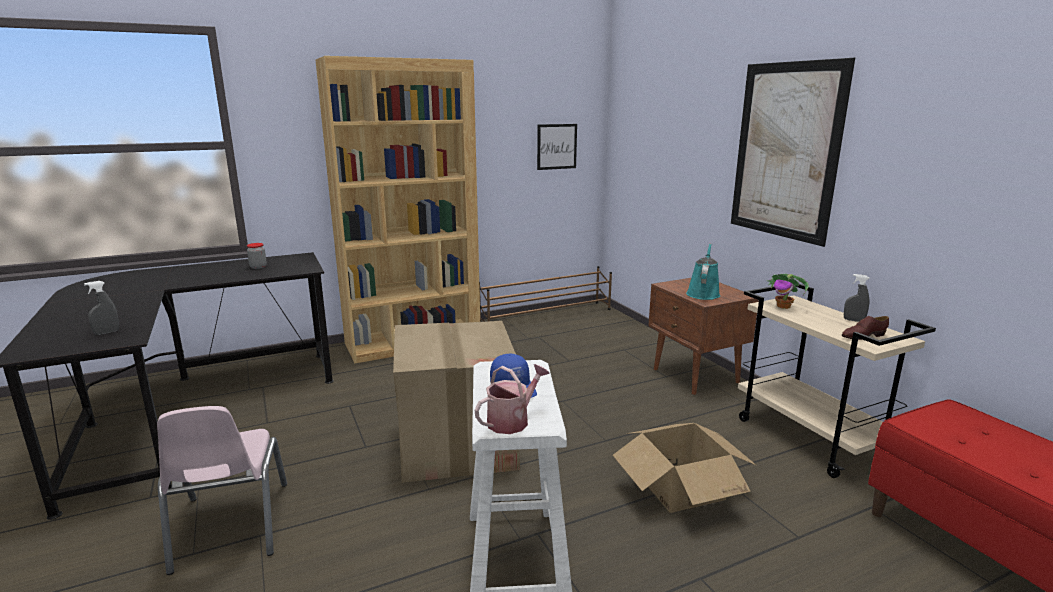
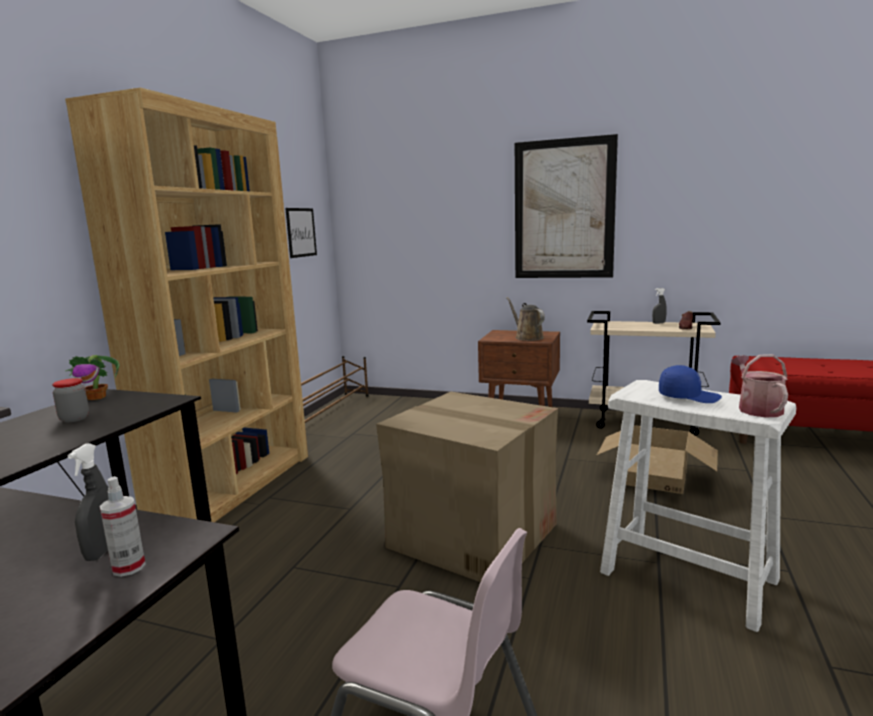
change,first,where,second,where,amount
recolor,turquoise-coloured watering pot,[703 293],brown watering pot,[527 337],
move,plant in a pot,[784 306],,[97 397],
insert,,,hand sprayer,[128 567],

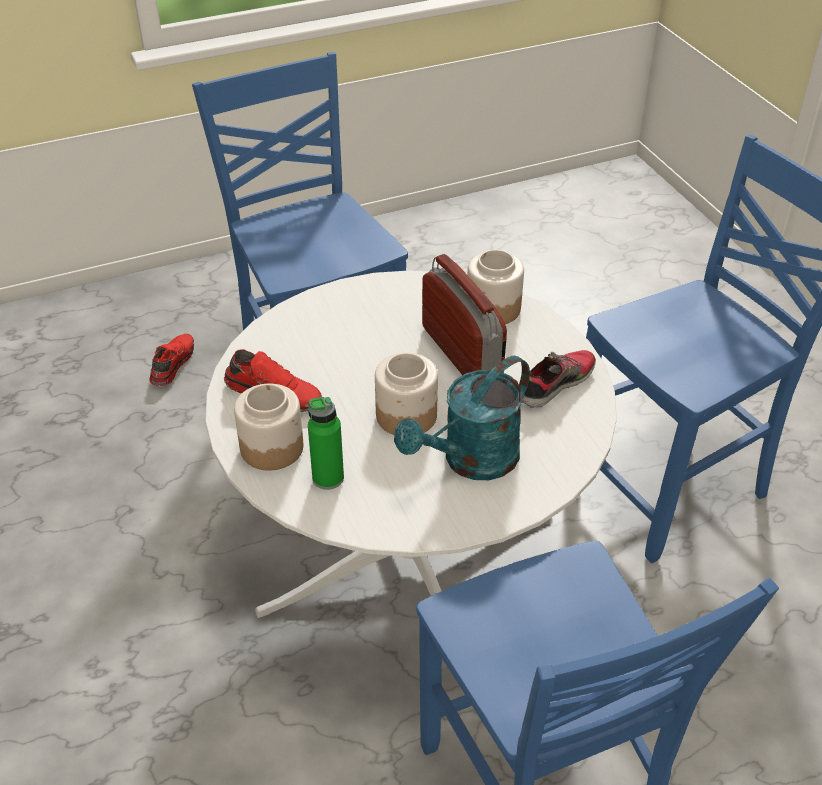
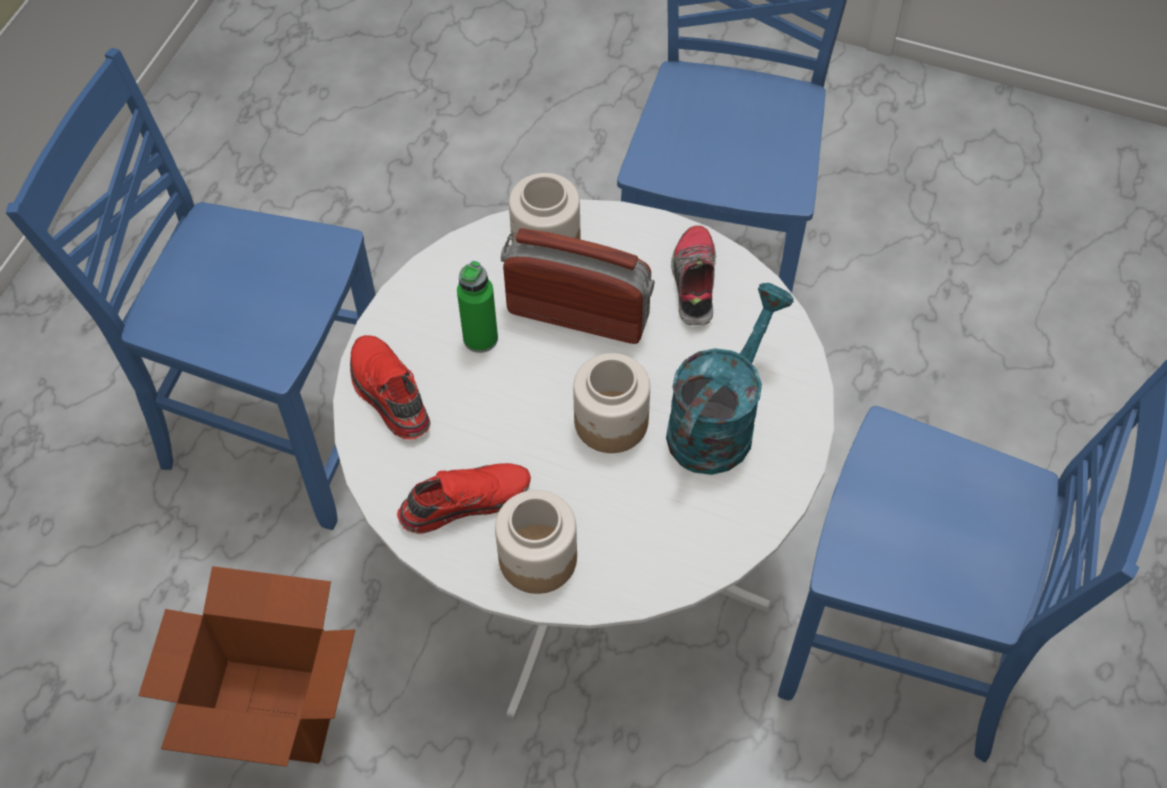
change,first,where,second,where,amount
move,reddish item of footwear,[171 364],,[388 394],
move,green drink bottle,[328 478],,[480 338],
rotate,turquoise-coloured watering pot,[471 461],,[718 421],150 degrees counterclockwise
insert,,,carton,[272 711],

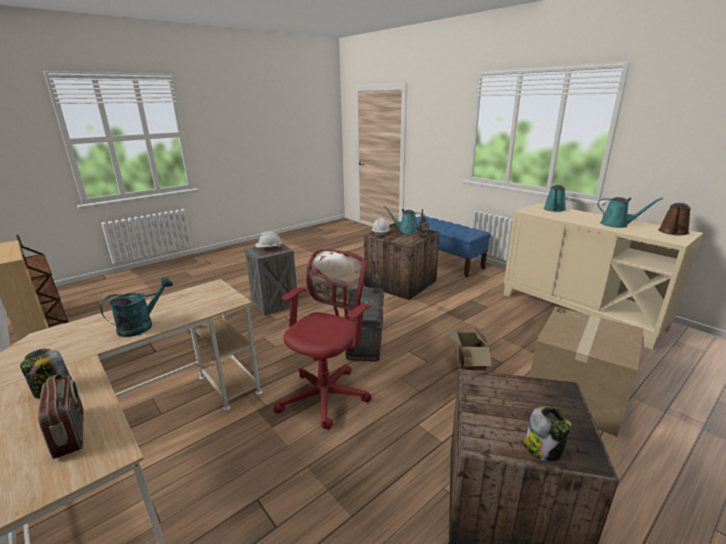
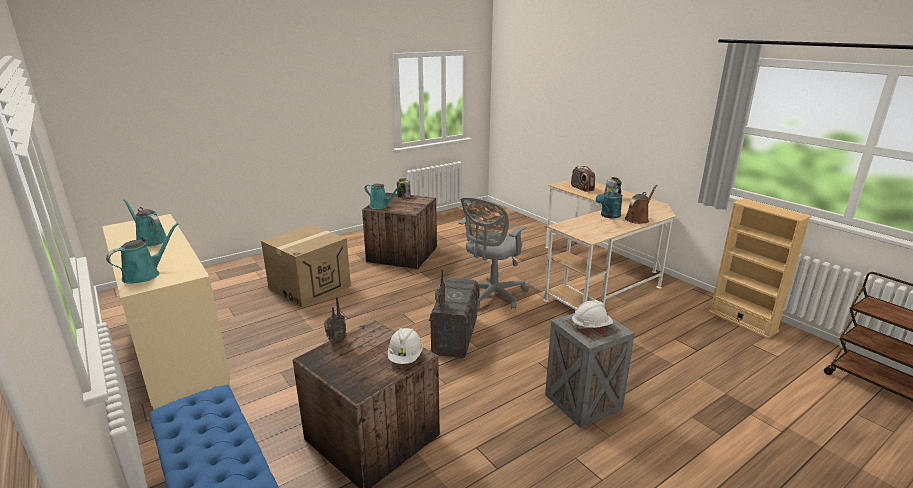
change,first,where,second,where,amount
recolor,reddish office chair,[327 394],greyish office chair,[492 296],
move,turquoise-coloured watering pot,[406 231],,[380 206],
delete,carton,[467 363],,,
move,brown watering pot,[673 232],,[638 219],

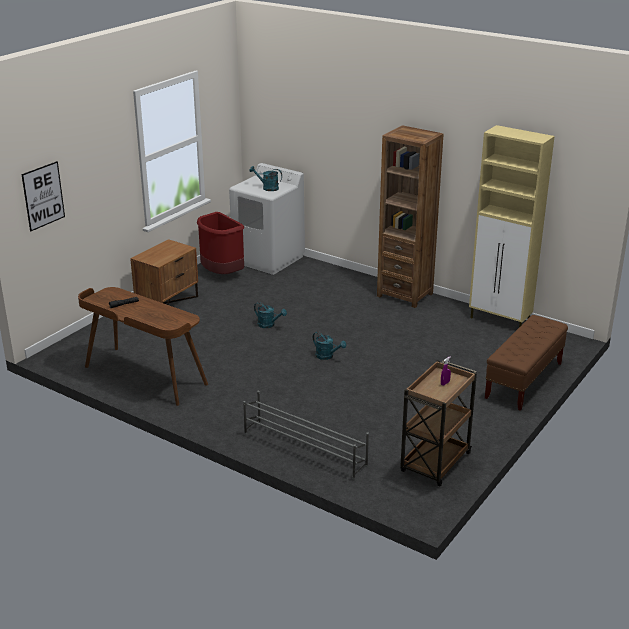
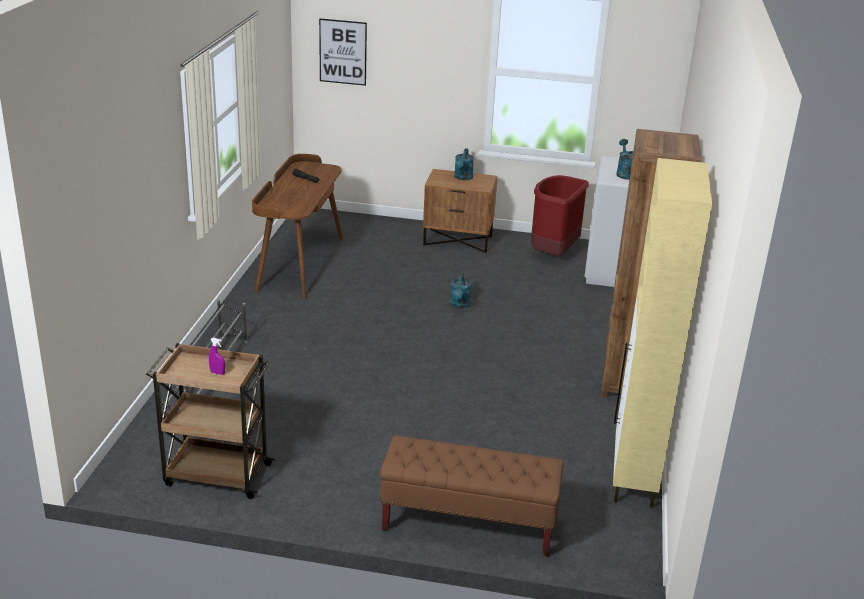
change,first,where,second,where,amount
move,turquoise-coloured watering pot,[327 356],,[462 178],

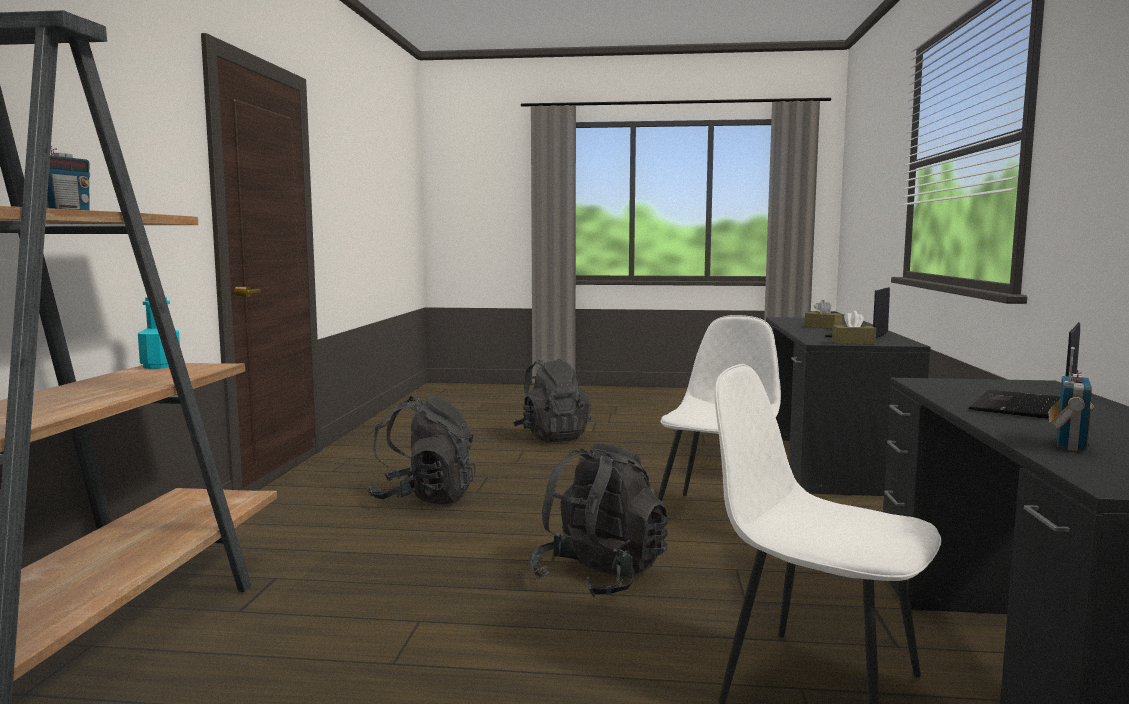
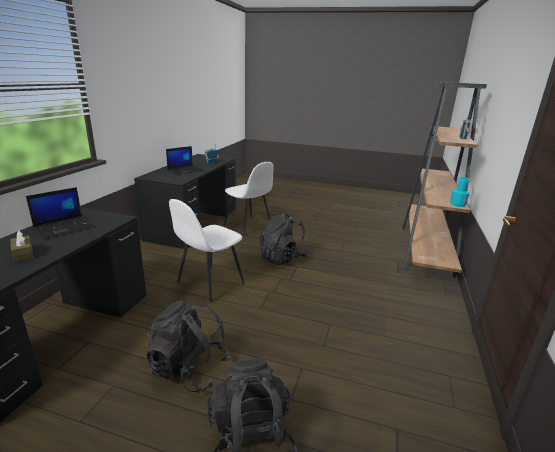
change,first,where,second,where,amount
move,blackish knapsack,[424 498],,[189 369],
delete,brown tissue holder,[853 343],,,

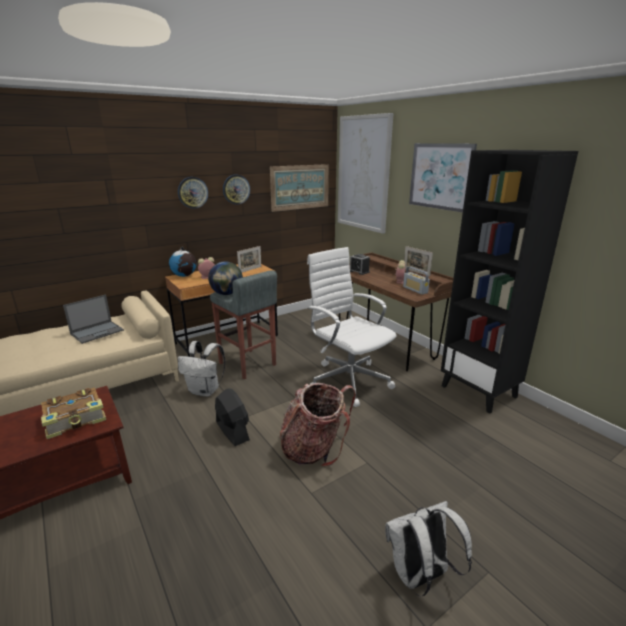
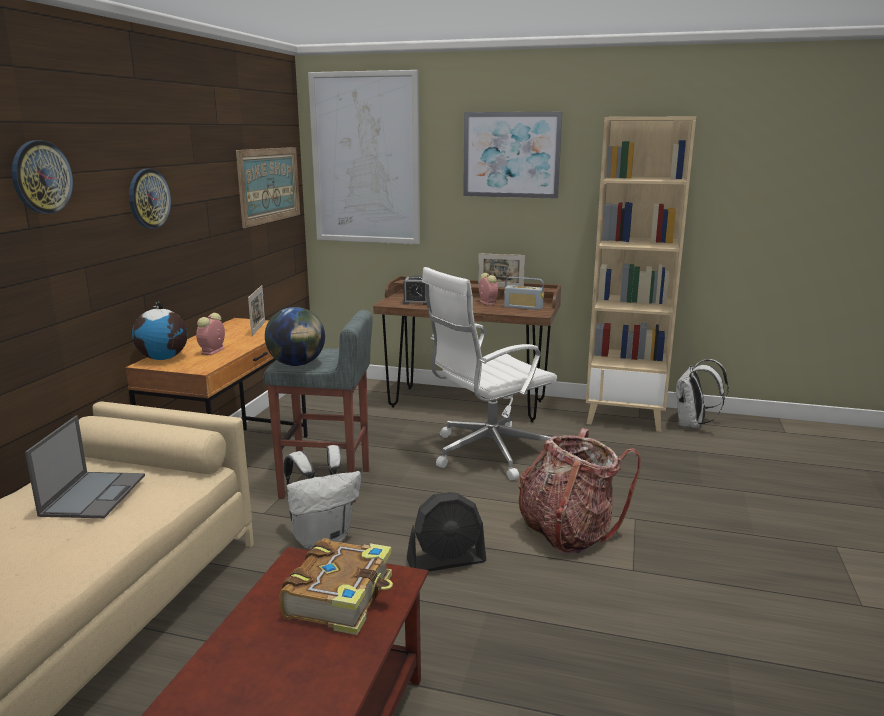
change,first,where,second,where,amount
rotate,blackish cooling fan,[232 431],,[446 561],150 degrees clockwise
move,hanging clock,[236 189],,[41 177],
rotate,whitish office chair,[348 380],,[487 453],45 degrees counterclockwise
move,whitish knapsack,[420 576],,[693 424],
recolor,blackish bookcase,[479 391],beige-coloured bookcase,[625 416],

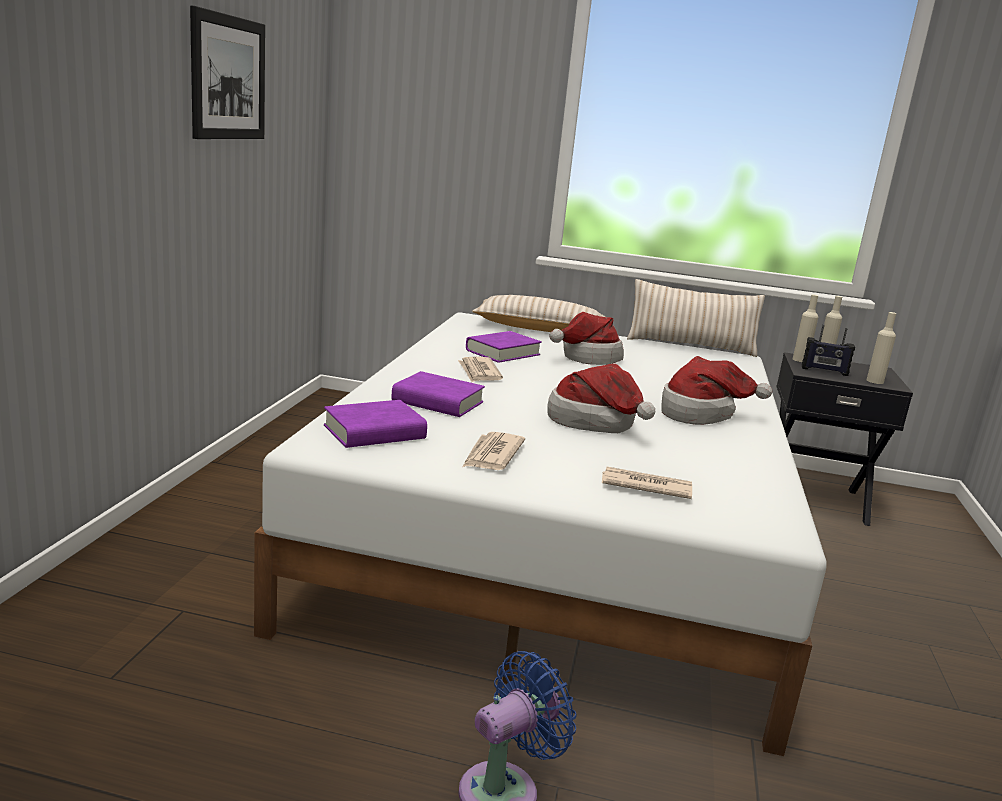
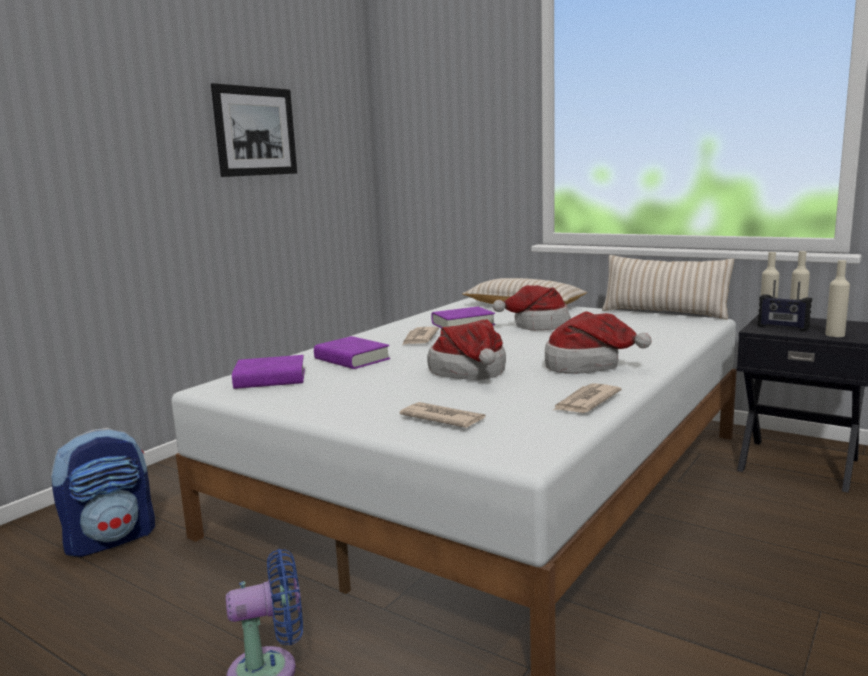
change,first,where,second,where,amount
move,printed paper,[492 455],,[585 402],
insert,,,knapsack,[111 539],

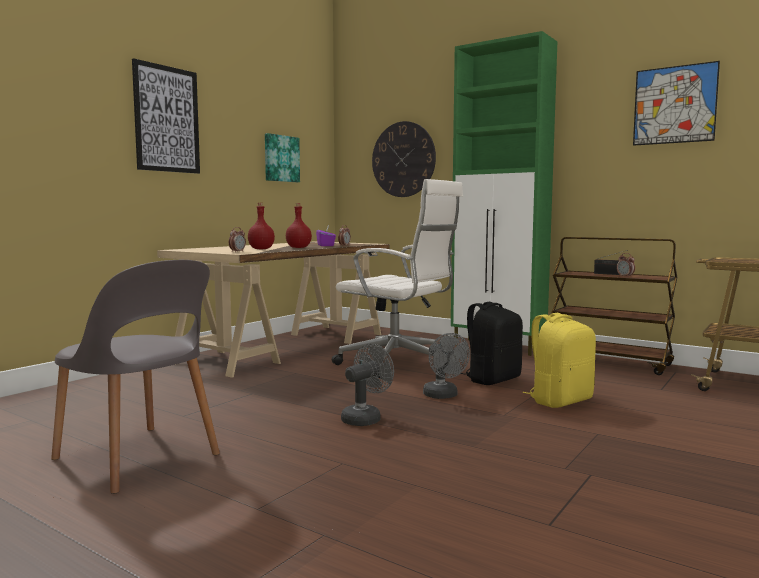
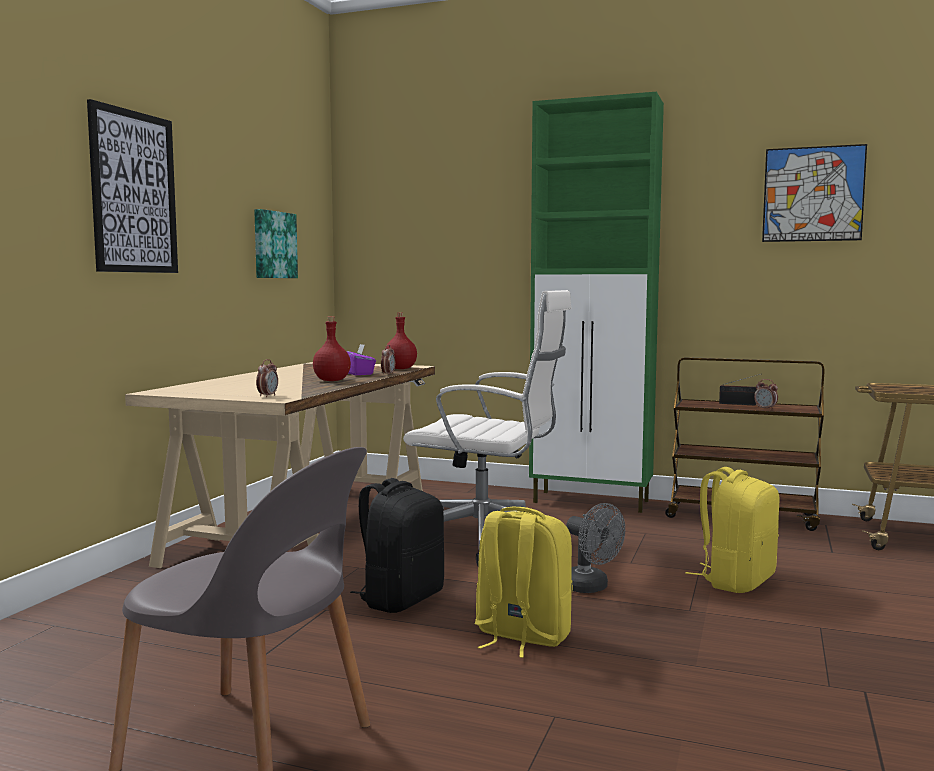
change,first,where,second,where,amount
move,reddish drink bottle,[261 249],,[400 368],
replace,greyish cooling fan,[365 418],yellowish knapsack,[521 636],
delete,hanging clock,[403 159],,,
move,blackish knapsack,[492 379],,[400 599],

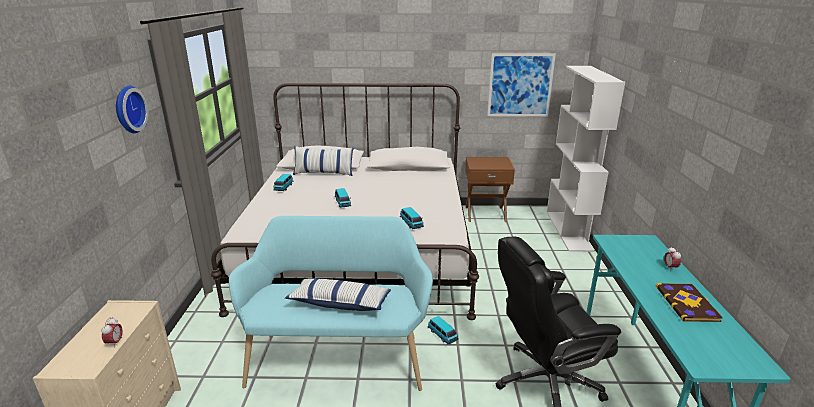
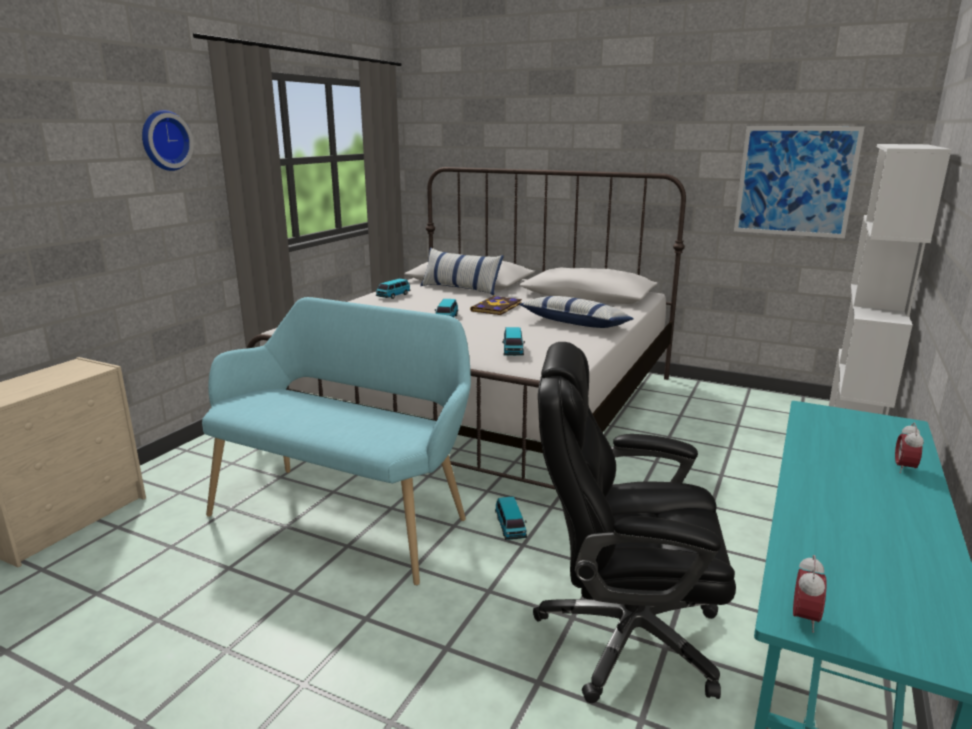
change,first,where,second,where,amount
move,alarm clock,[115 342],,[804 619],
move,cushion,[340 303],,[575 323],
delete,brown night table,[485 213],,,
move,volume,[687 303],,[497 307],

